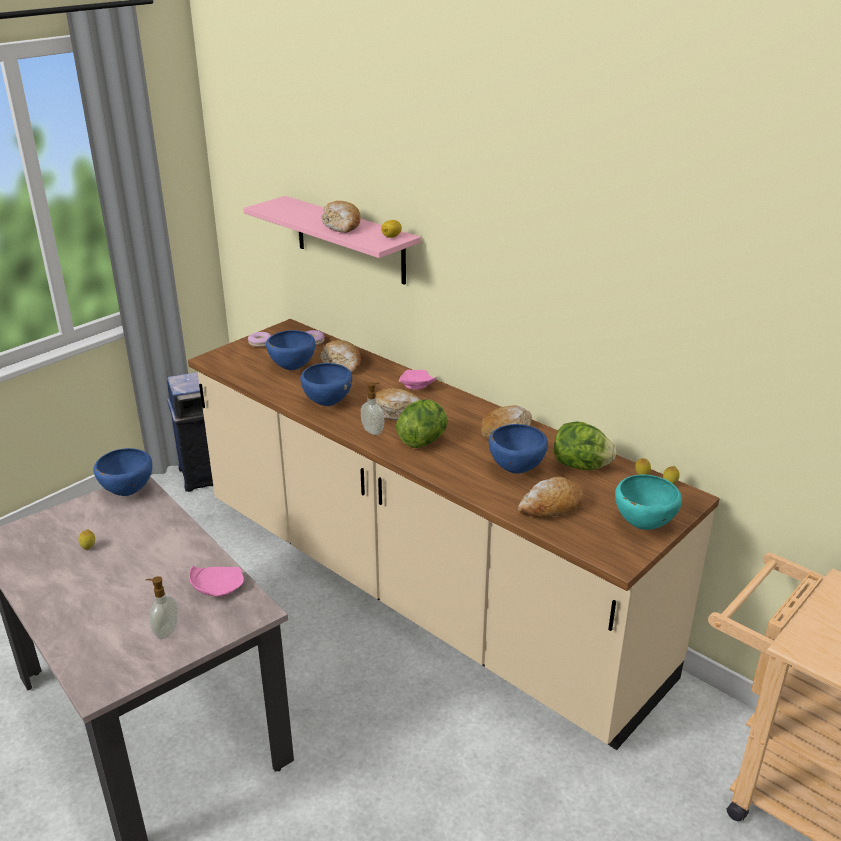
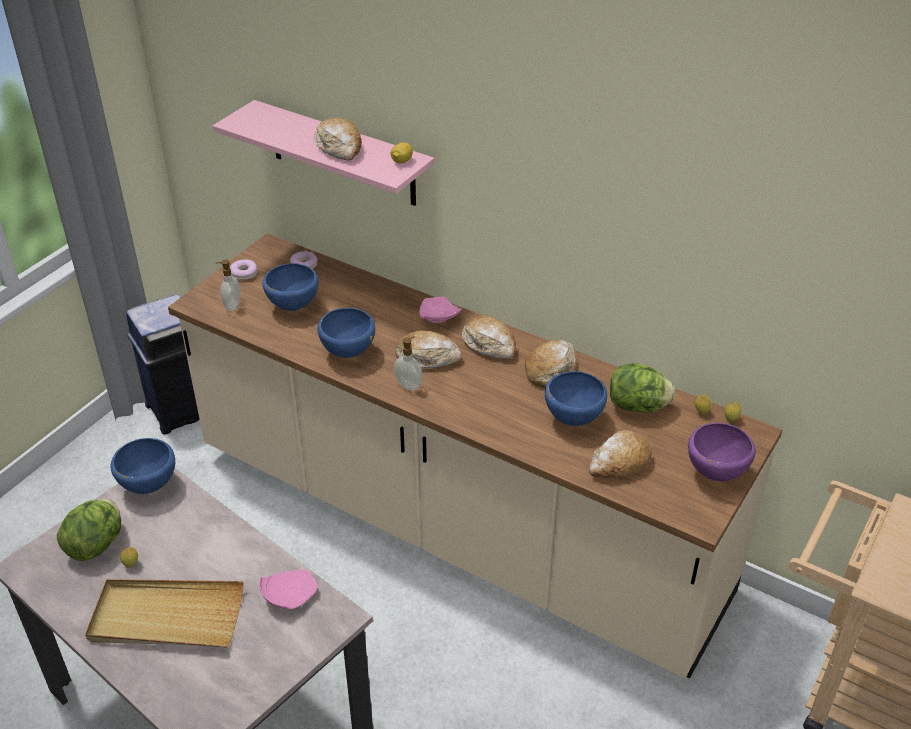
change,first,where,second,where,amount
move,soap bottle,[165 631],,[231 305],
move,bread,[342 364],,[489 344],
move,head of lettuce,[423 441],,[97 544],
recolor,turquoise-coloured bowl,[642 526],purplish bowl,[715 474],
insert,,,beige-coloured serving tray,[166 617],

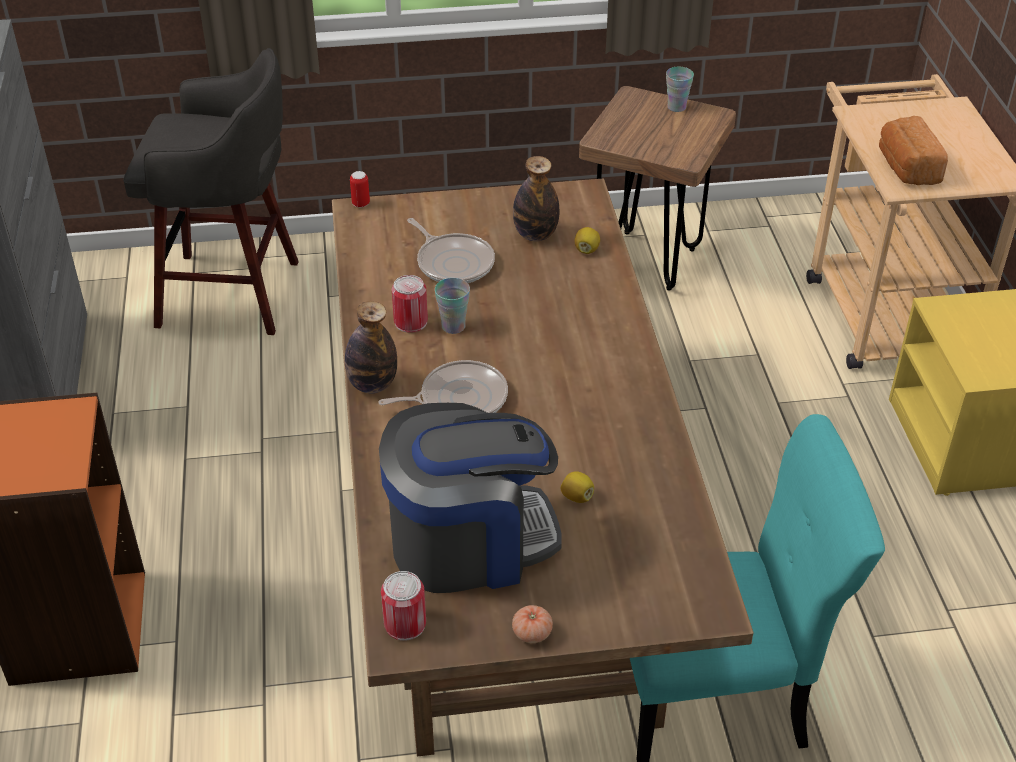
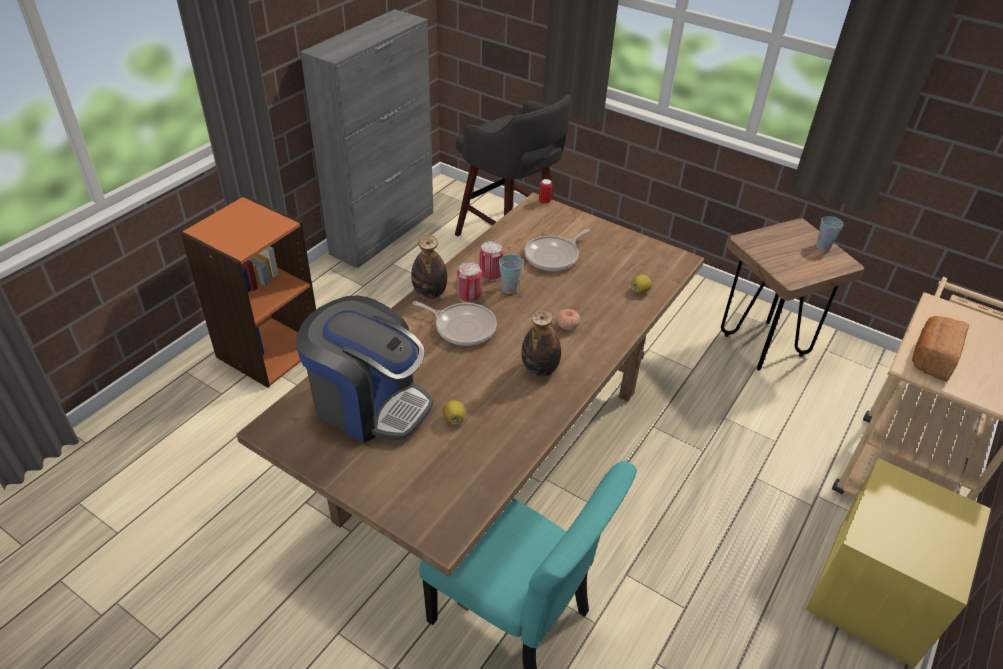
change,first,where,second,where,amount
move,metal can,[405 624],,[469 295],
rotate,pan,[453 262],,[553 256],45 degrees clockwise
move,fresh tomato,[532 633],,[567 326],
move,drink bottle,[535 235],,[540 369],

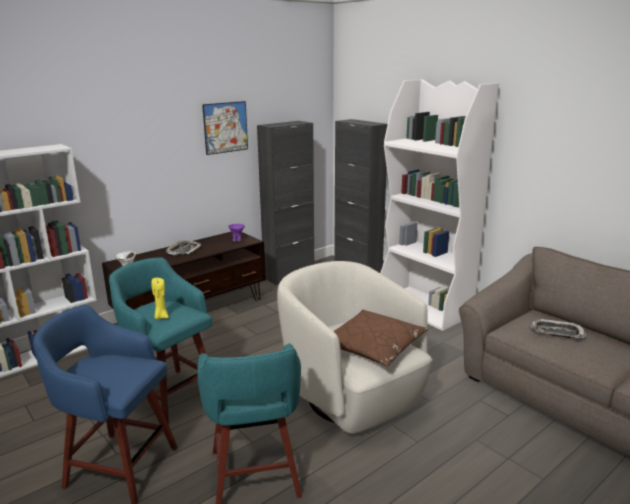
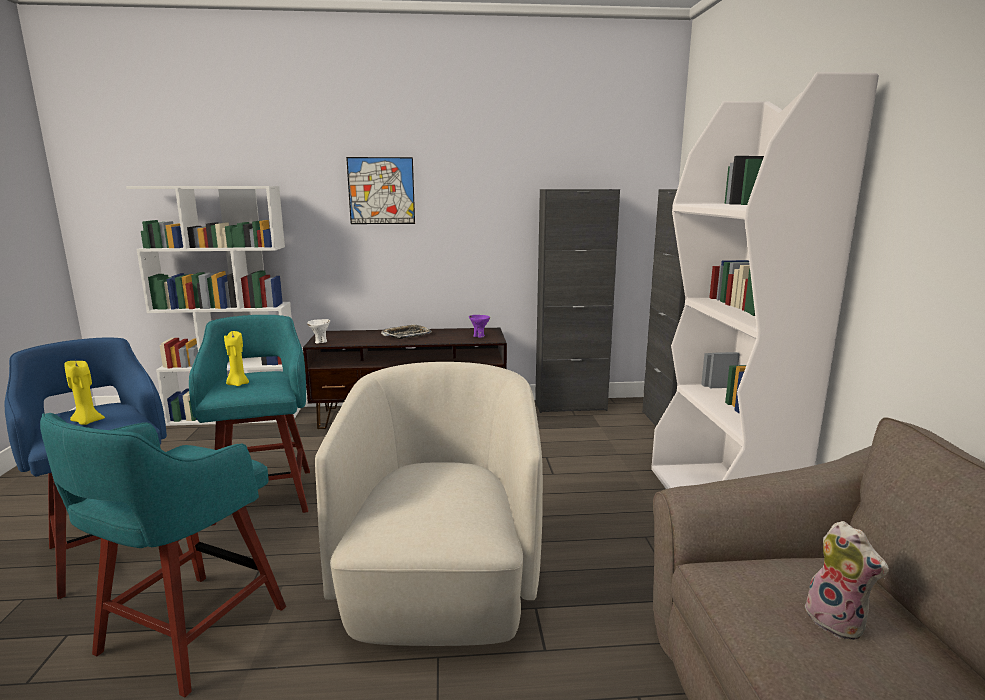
change,first,where,second,where,amount
move,wall picture,[225 127],,[381 191],
delete,brown cushion,[373 346],,,
replace,serving tray,[556 332],cuddly toy,[837 621],
insert,,,yellowish wax light,[87 422],

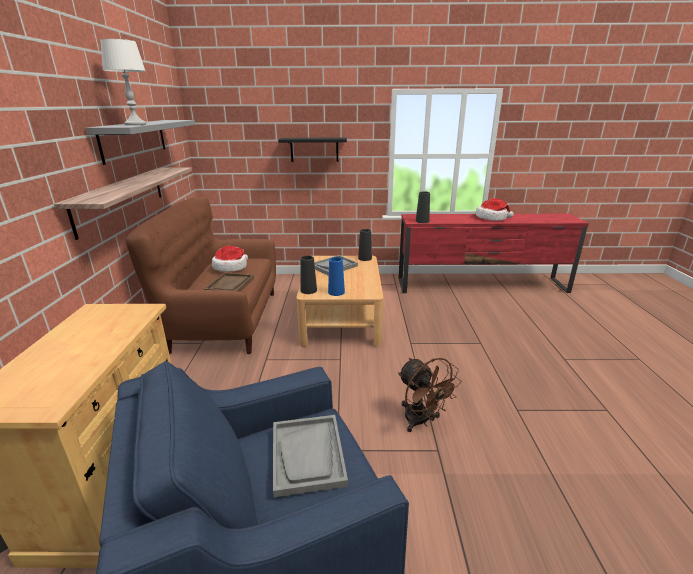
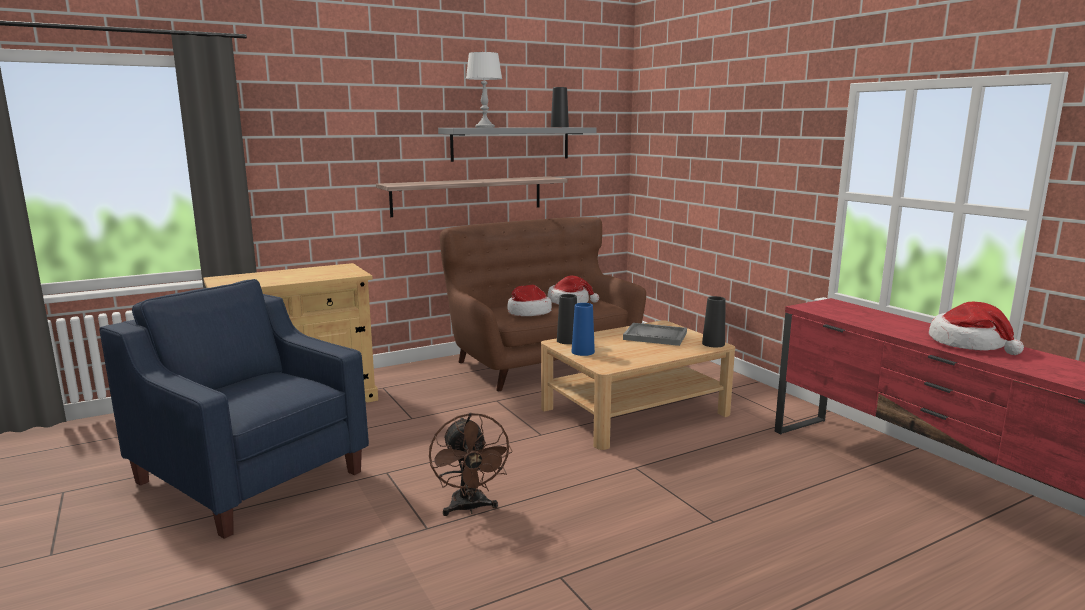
change,first,where,second,where,amount
replace,brown serving tray,[230 285],hat,[528 312],
delete,greyish serving tray,[308 455],,,
delete,blackish wall shelf,[314 149],,,
rotate,brown cooling fan,[421 421],,[469 508],45 degrees counterclockwise
move,blackish decorative vase,[422 221],,[559 127],

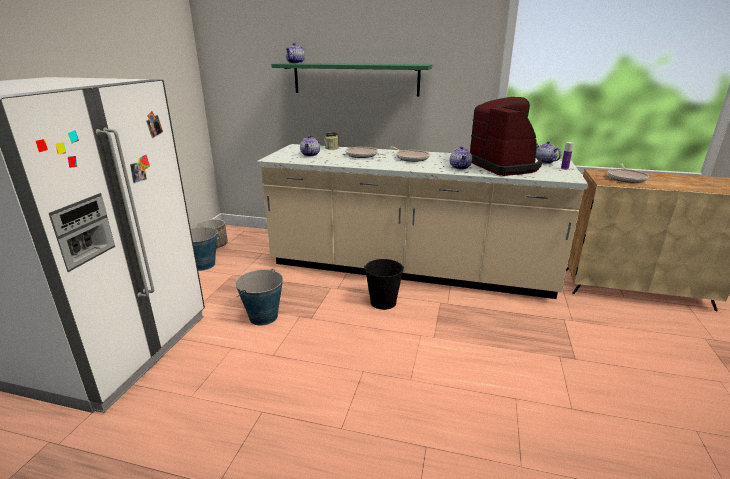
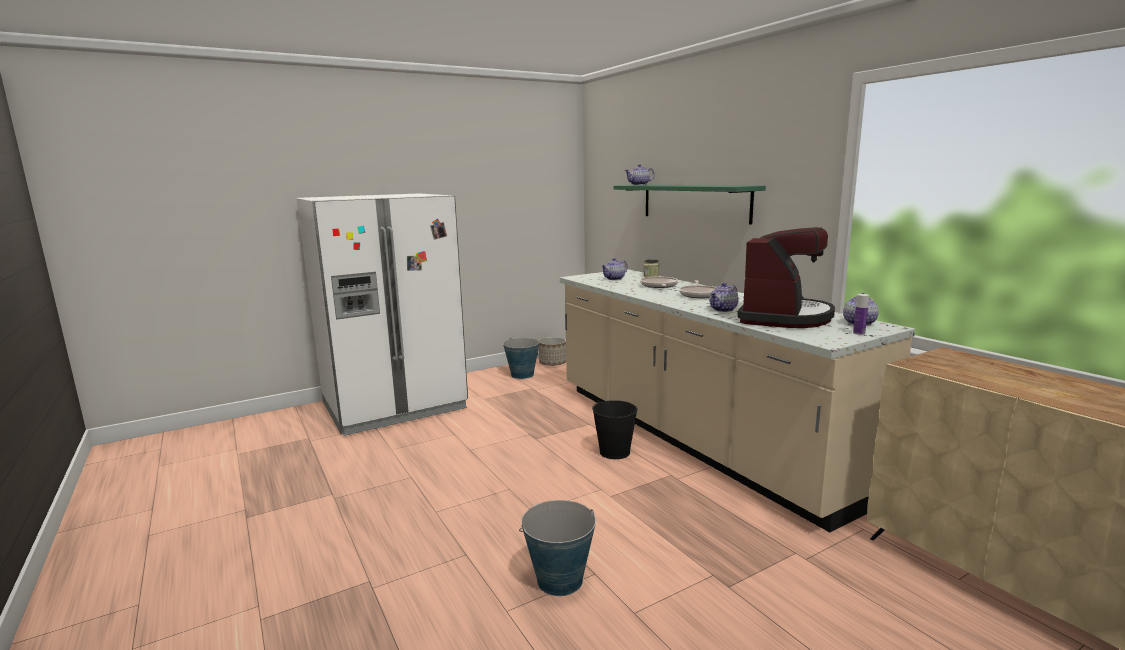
change,first,where,second,where,amount
move,pail,[263 317],,[559 580],
delete,pan,[626 178],,,

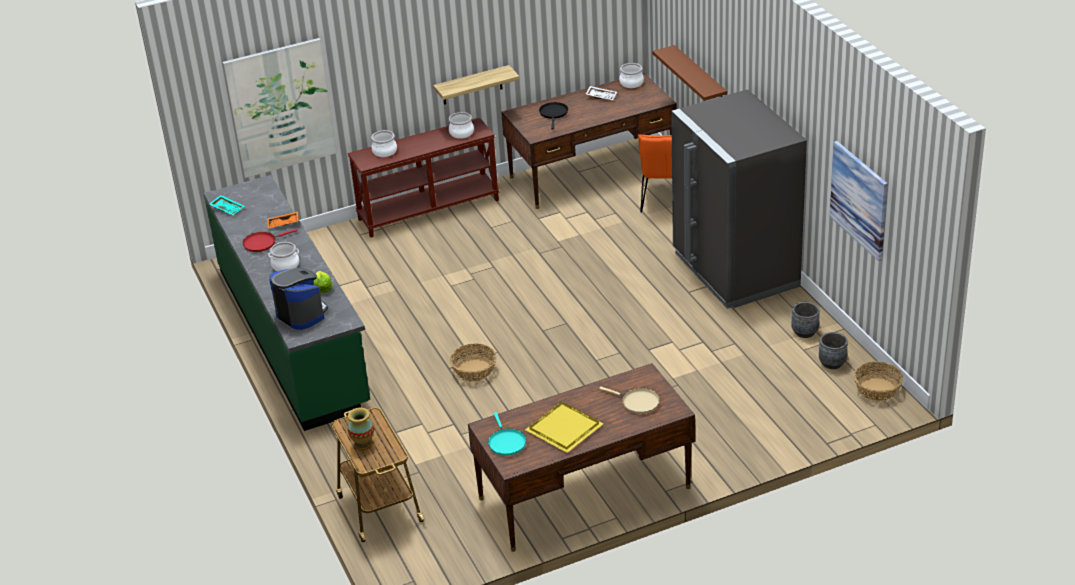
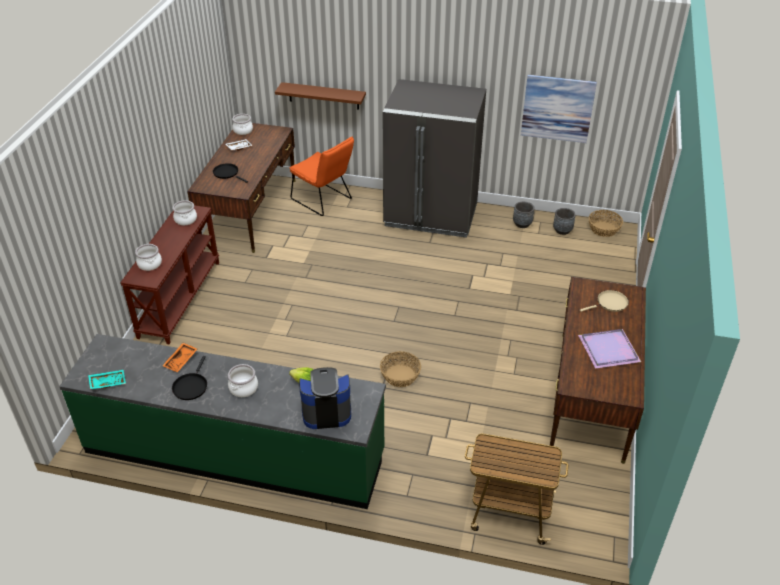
change,first,where,second,where,amount
delete,wall picture,[280 108],,,
recolor,reddish pan,[262 243],blackish pan,[191 386],
delete,decorative vase,[363 444],,,
delete,wall shelf,[472 85],,,
delete,turquoise-coloured pan,[506 442],,,
recolor,yellowish serving tray,[564 429],purplish serving tray,[610 350],

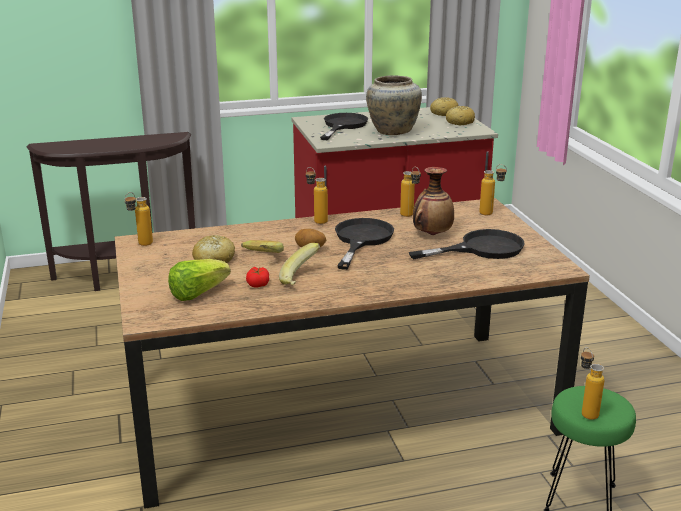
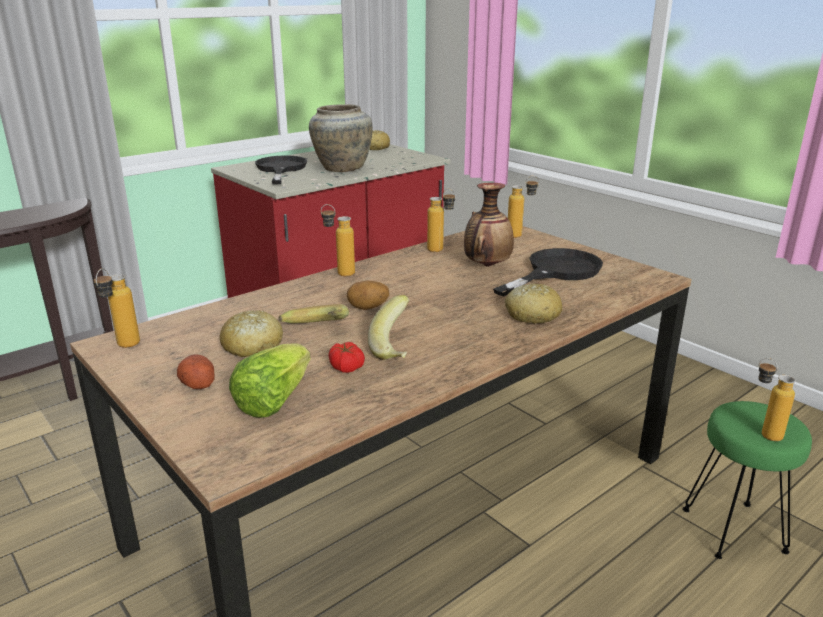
change,first,where,second,where,amount
delete,blackish pan,[361 240],,,
move,bread,[460 122],,[532 314],
insert,,,spud,[197 383],

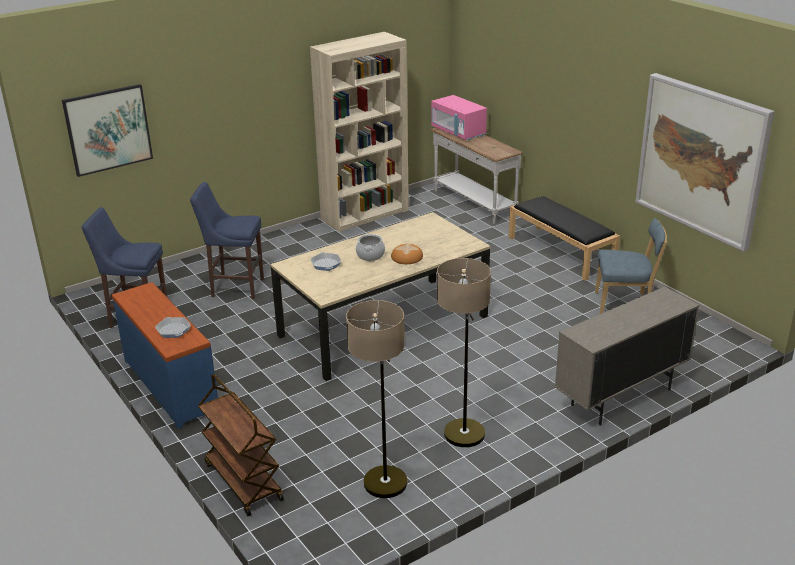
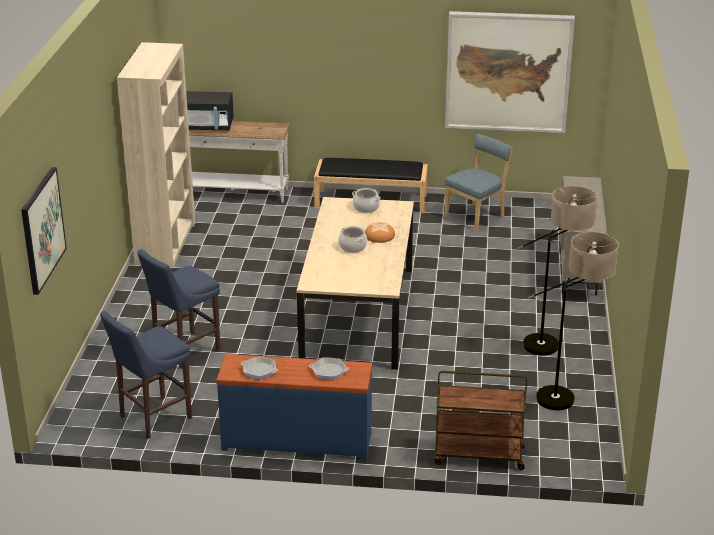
change,first,where,second,where,amount
move,pan,[326 264],,[259 370],
recolor,pink microwave,[458 132],blackish microwave,[204 127],
insert,,,cooking pot,[366 208],

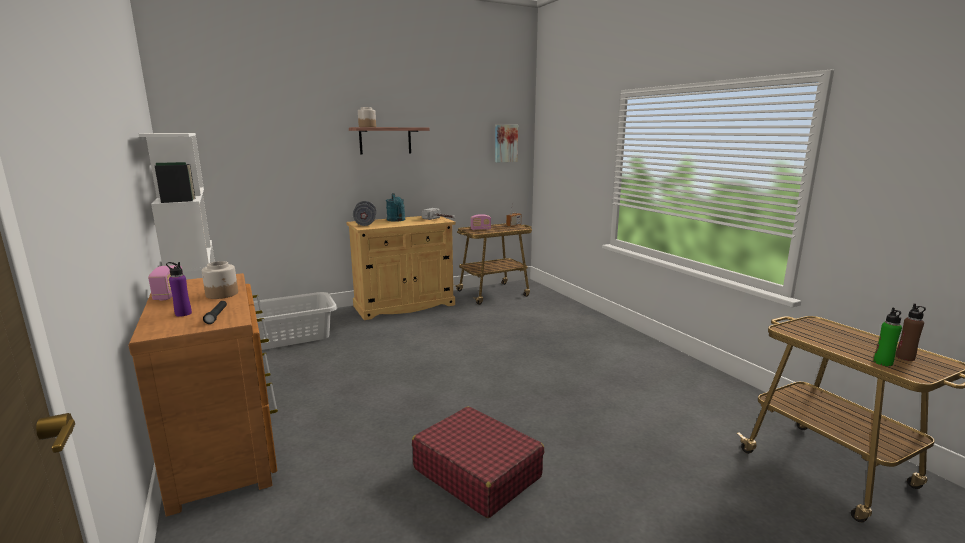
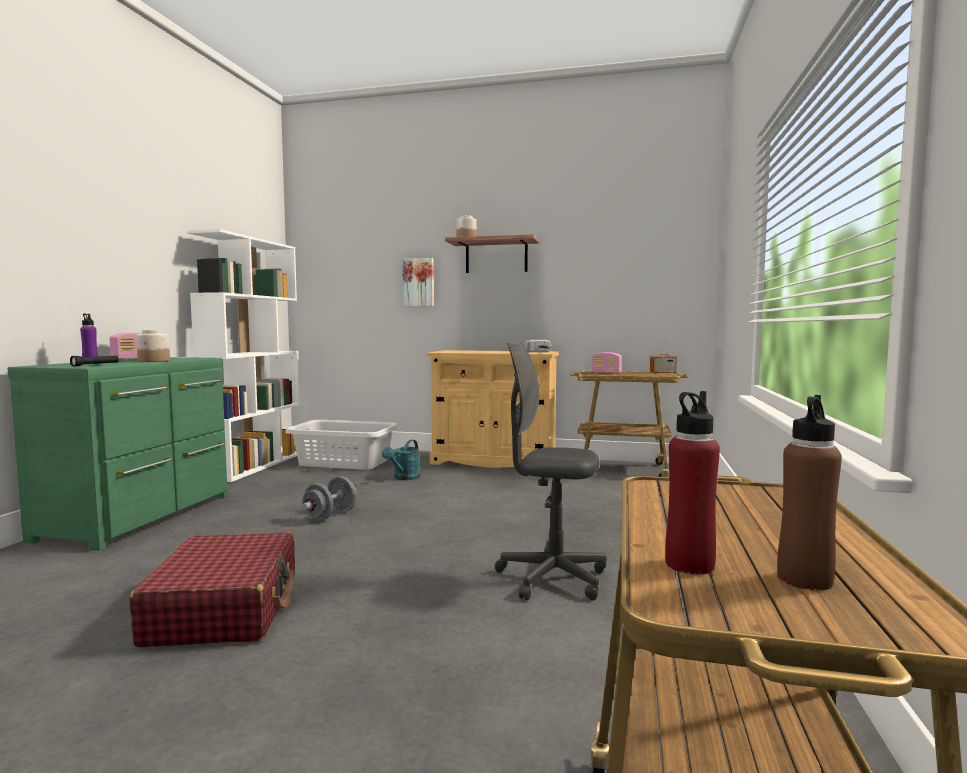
change,first,where,second,where,amount
recolor,brown drawer chest,[227 445],green drawer chest,[142 516],
move,greyish dumbbell,[365 223],,[330 515],
move,turquoise-coloured watering pot,[396 220],,[404 478],
move,wall picture,[505 143],,[418 282],
recolor,green drink bottle,[883 362],reddish drink bottle,[689 565],
insert,,,greyish office chair,[552 578],

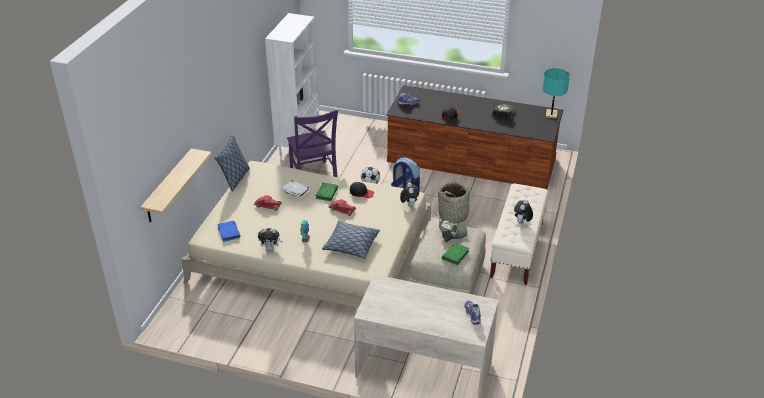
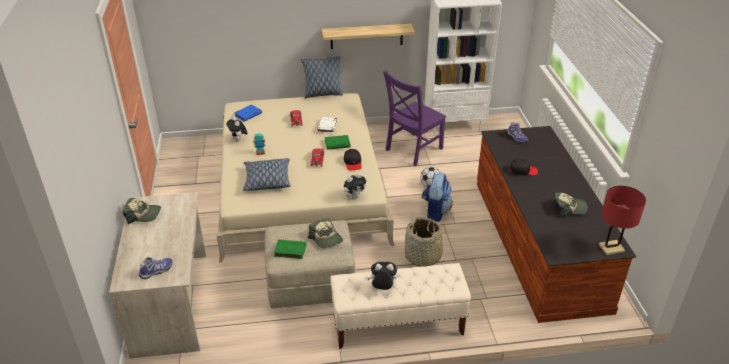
change,first,where,second,where,amount
move,wall shelf,[168 186],,[366 36],
recolor,turquoise-coloured tabletop lamp,[551 114],reddish tabletop lamp,[611 248],
insert,,,cap,[143 215],

